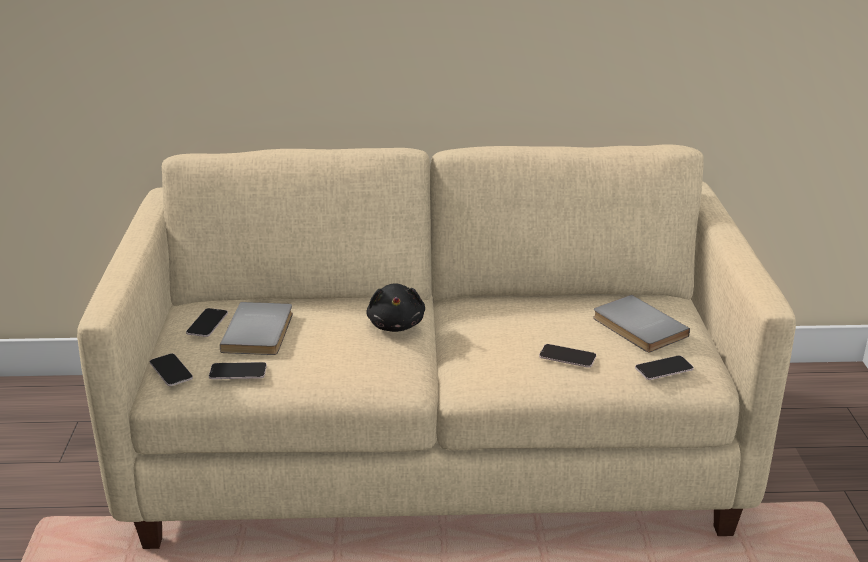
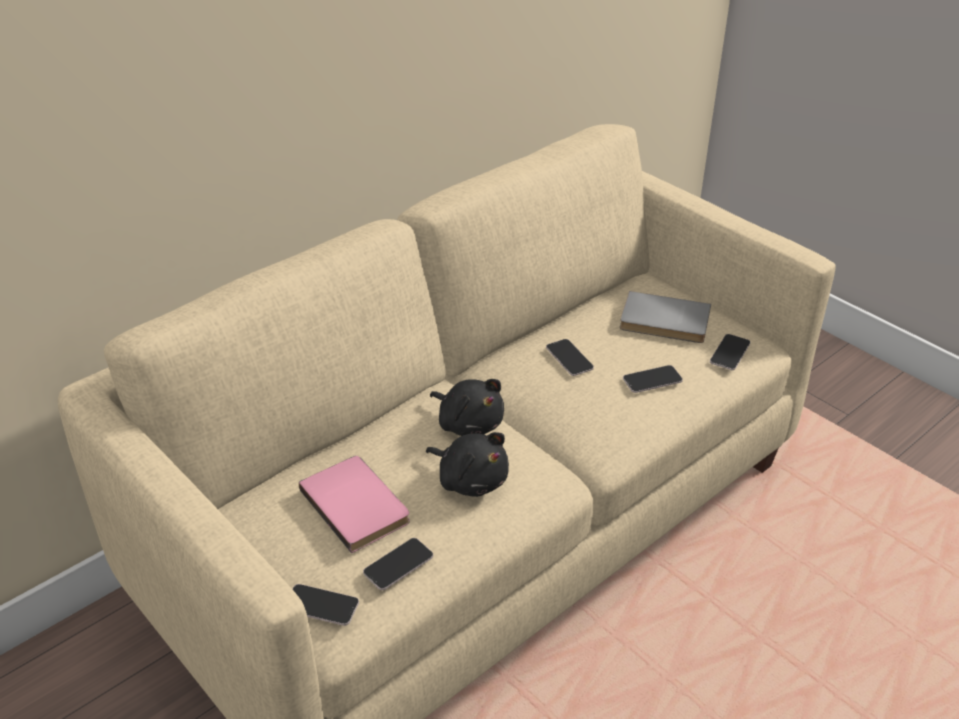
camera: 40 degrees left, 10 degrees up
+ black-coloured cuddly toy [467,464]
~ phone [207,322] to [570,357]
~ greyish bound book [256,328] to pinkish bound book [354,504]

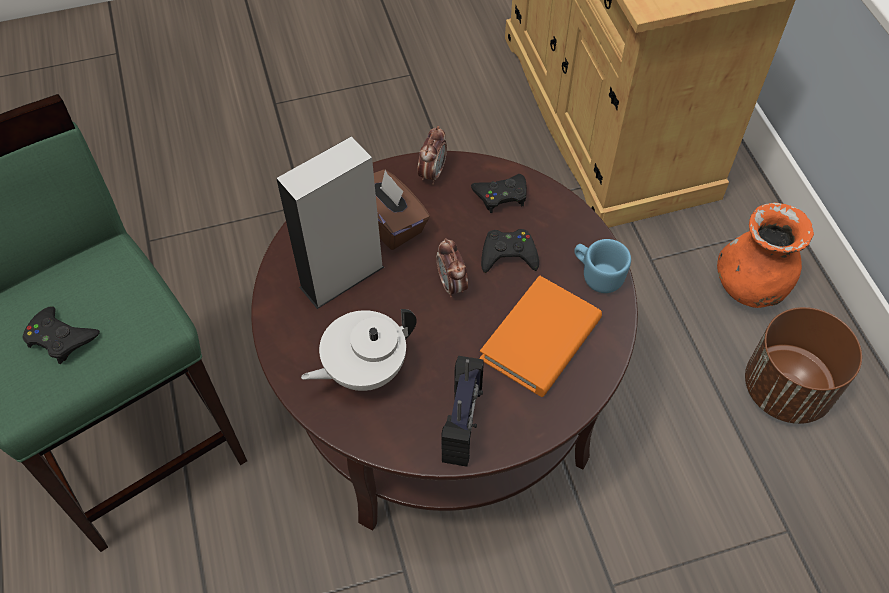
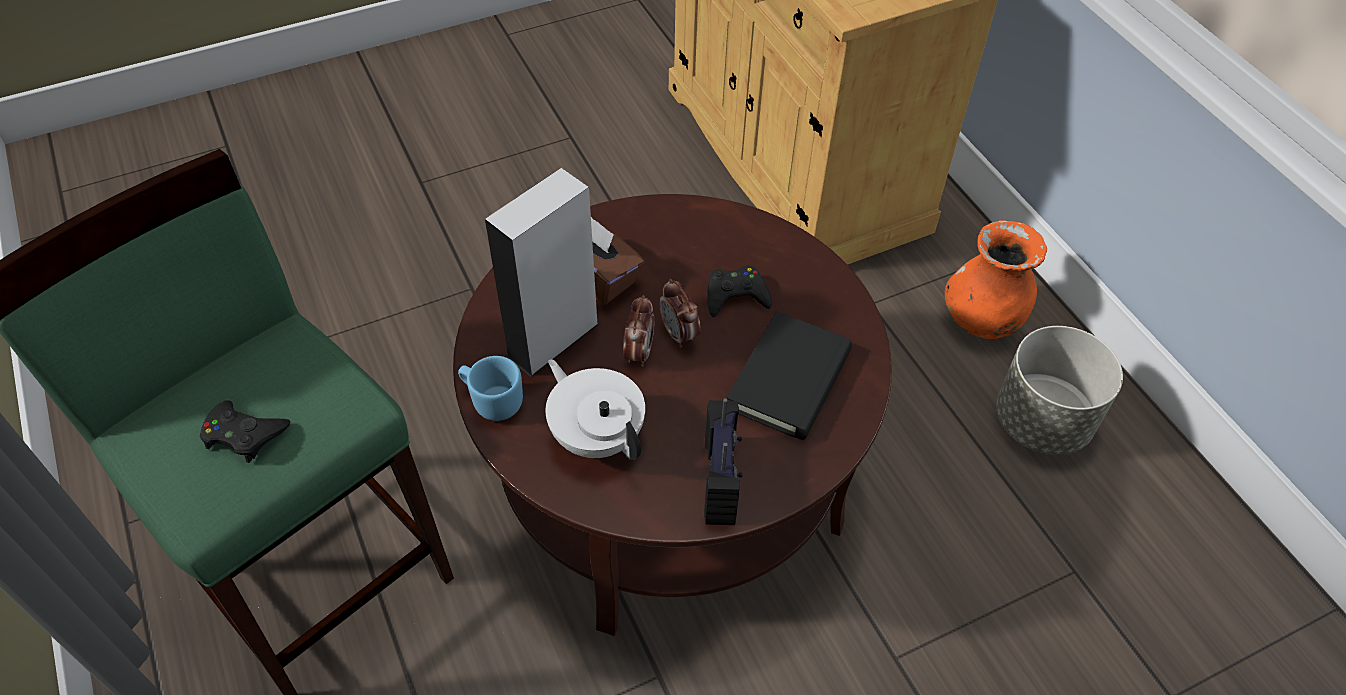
camera: 10 degrees left, 5 degrees down
- black-coloured game controller [499,193]
~ alarm clock [432,155] to [639,331]
~ blue mug [602,266] to [490,388]
~ orange bound book [540,336] to black-coloured bound book [789,375]
~ brownish plant pot [803,365] to greyish plant pot [1059,390]
~ whitish tea pot [359,350] = [595,409] 90 degrees clockwise

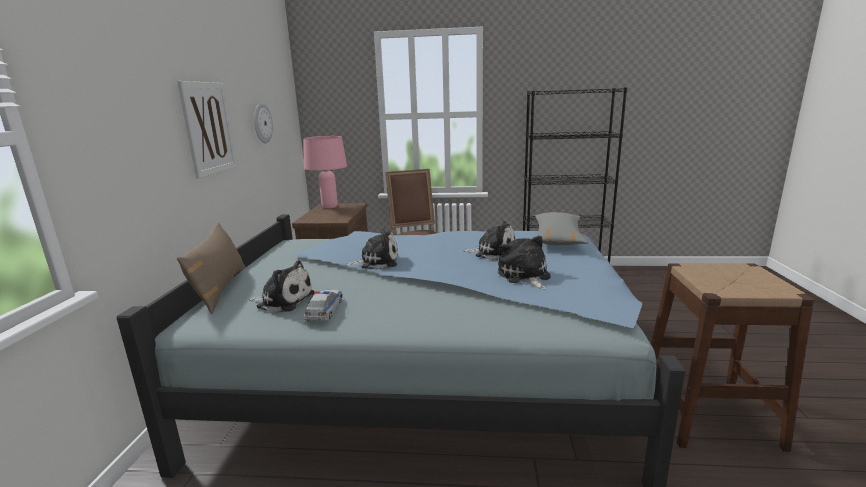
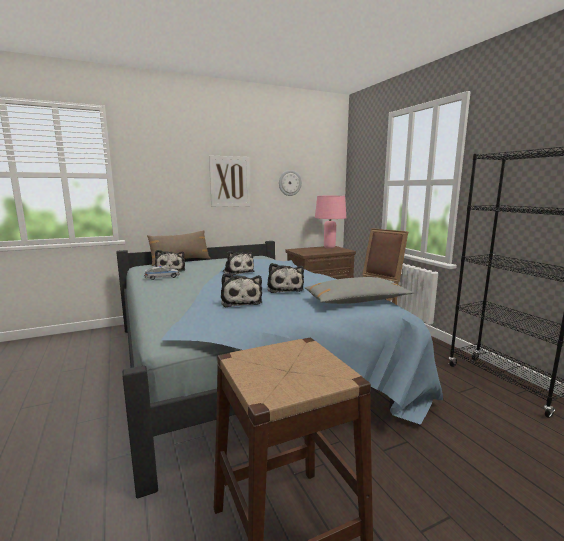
camera: 60 degrees right, 5 degrees down
~ cuddly toy [524,262] = [241,290] 120 degrees clockwise

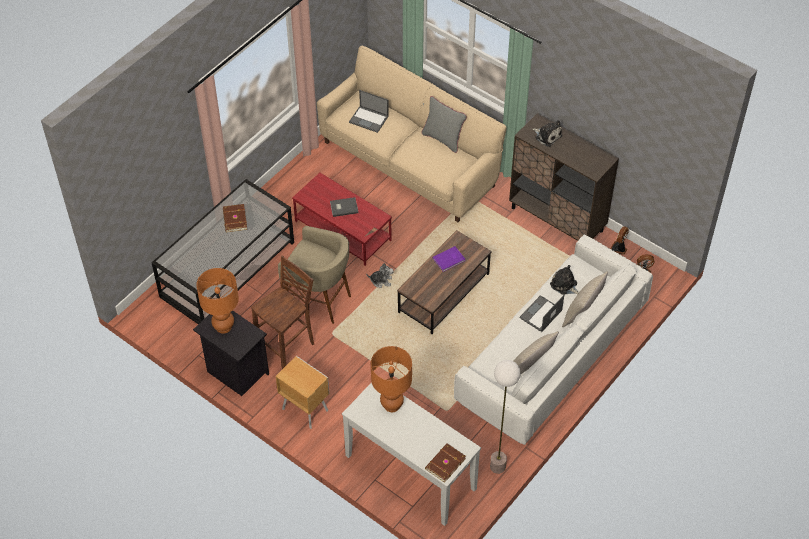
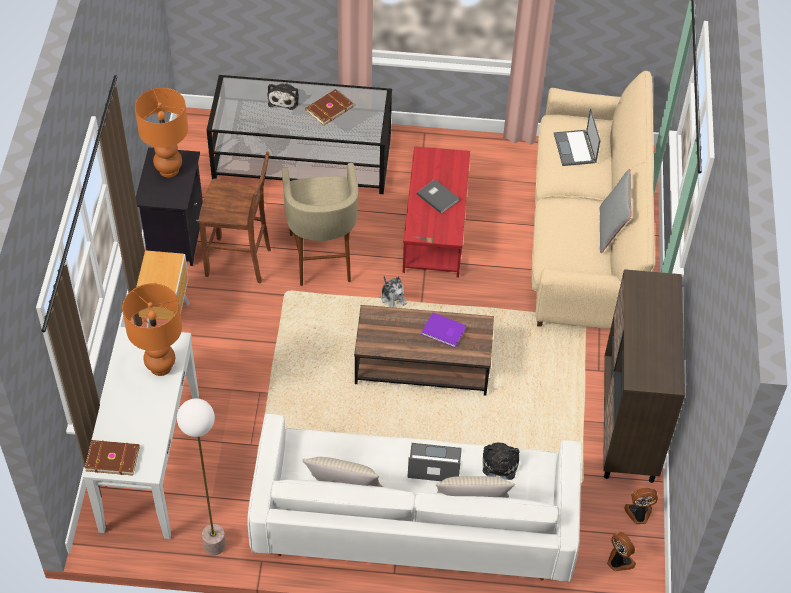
camera: 55 degrees right, 0 degrees up
~ cuddly toy [547,133] to [283,96]

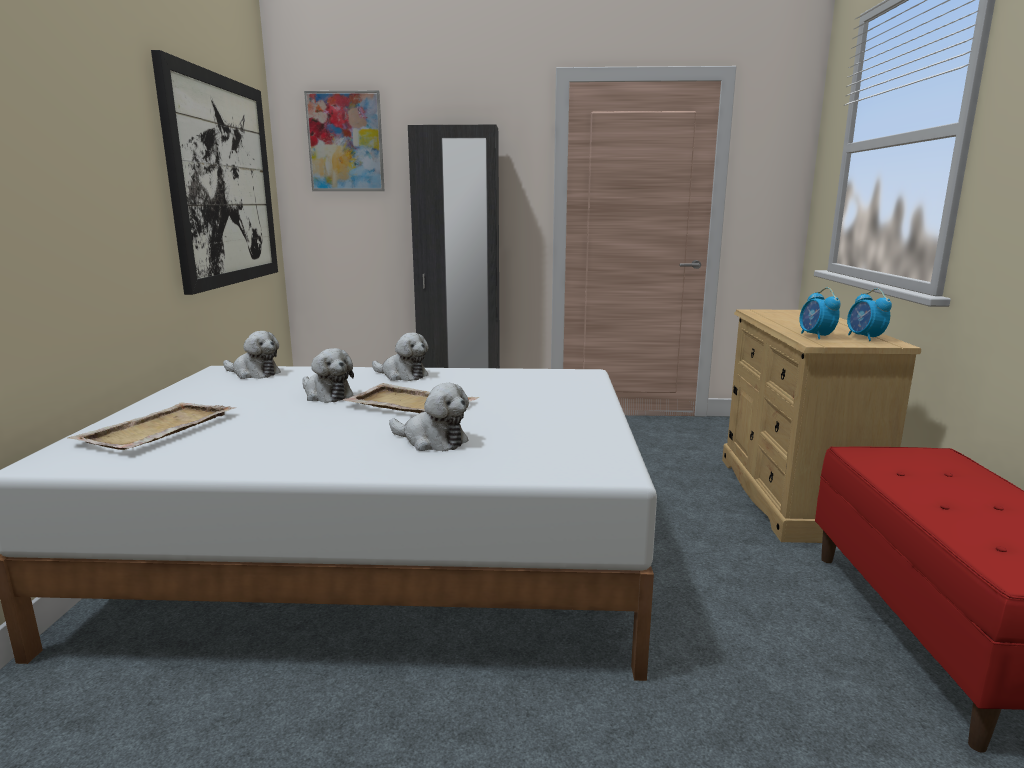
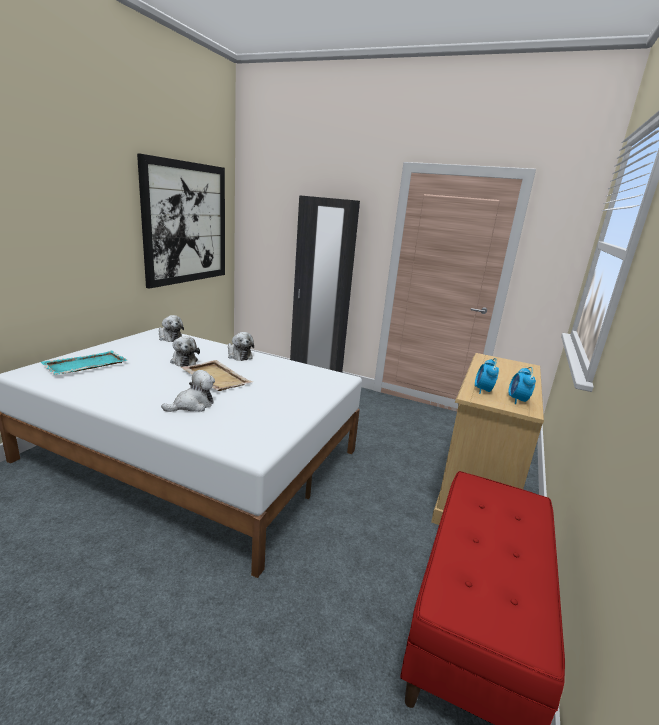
camera: 20 degrees right, 5 degrees up
- picture [344,140]
~ beige serving tray [152,426] to turquoise serving tray [84,363]
~ cuddly toy [429,417] = [188,391] 90 degrees counterclockwise

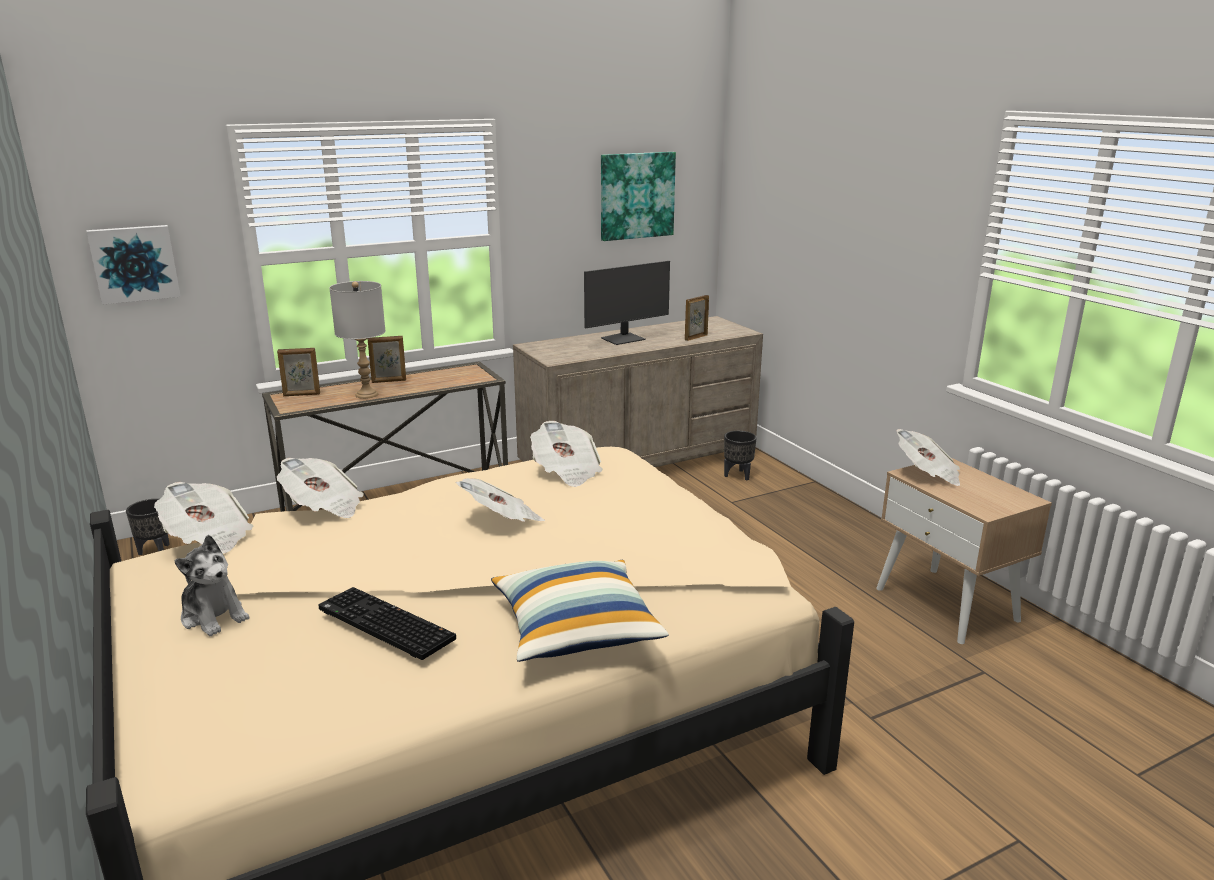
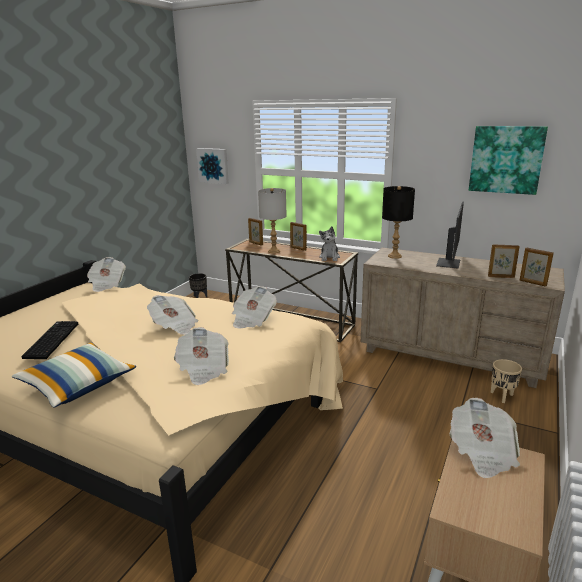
camera: 55 degrees right, 0 degrees up
+ black-coloured lamp for a table [398,222]
+ picture frame [536,267]
~ cuddly toy [211,585] to [329,243]
~ newspaper [320,488] to [201,356]
~ black-coloured plant pot [740,455] to beige plant pot [506,381]
~ computer display [627,303] = [450,235] 90 degrees counterclockwise

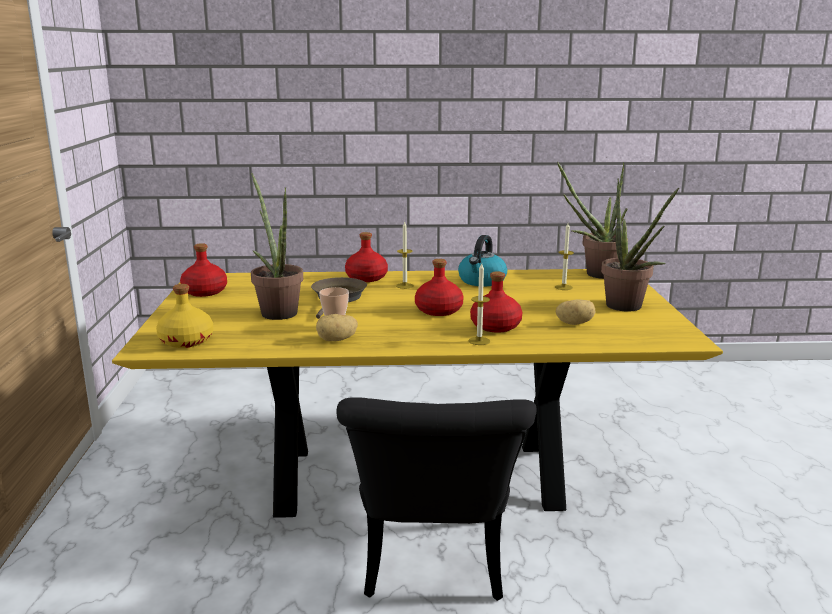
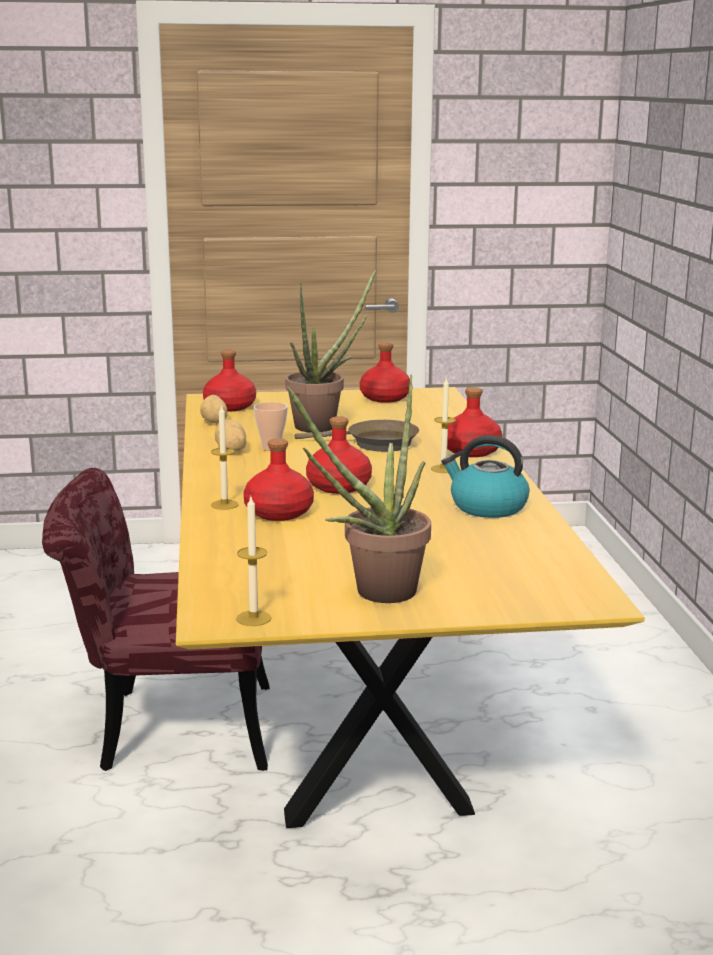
camera: 85 degrees right, 0 degrees up
- potted plant [592,220]
~ wax candle [564,256] to [253,561]
~ spud [575,312] to [213,409]
~ yellow drink bottle [184,316] to reddish drink bottle [229,380]
~ black-coloured plain chair [436,499] to reddish plain chair [156,619]

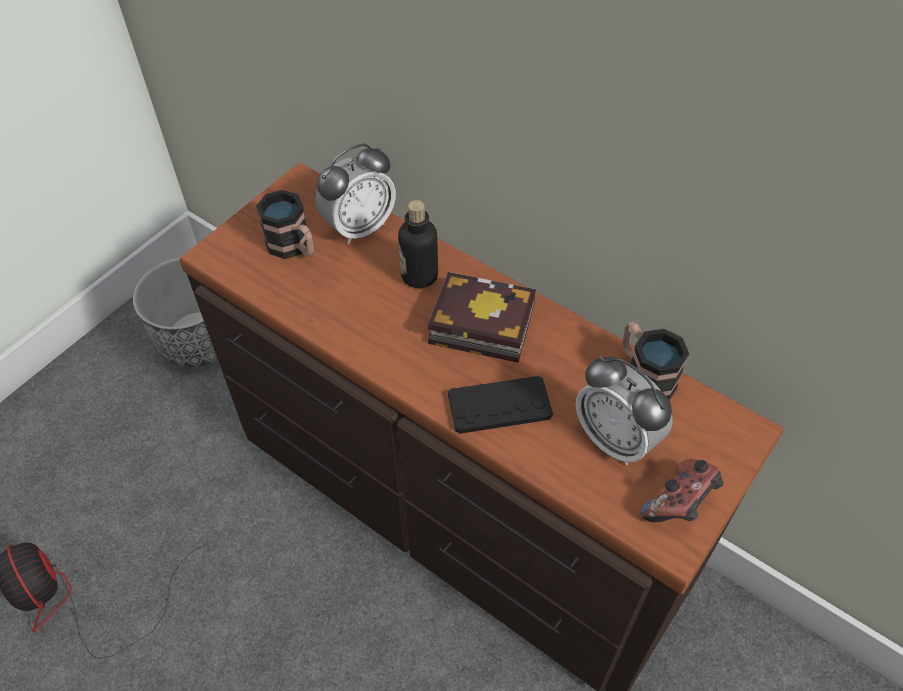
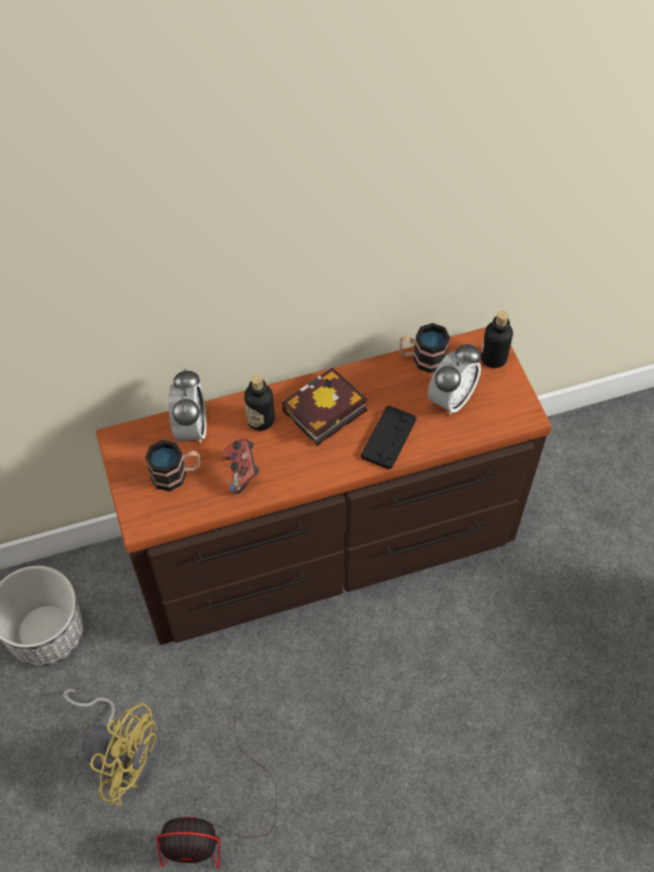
camera: 55 degrees left, 5 degrees up
+ yellow fan [110,748]
+ drink bottle [497,339]
~ game controller [681,490] to [241,467]
~ alarm clock [624,410] = [454,379] 45 degrees counterclockwise

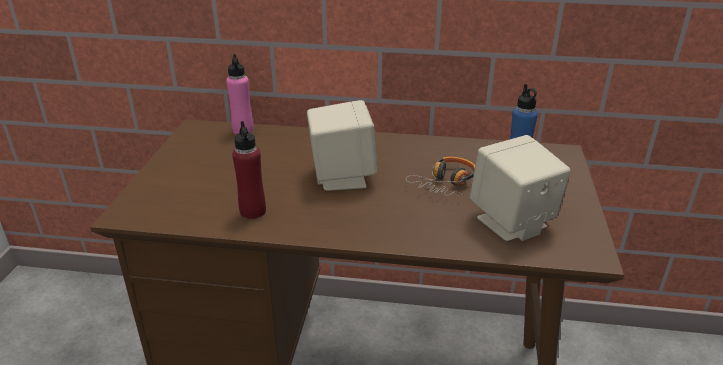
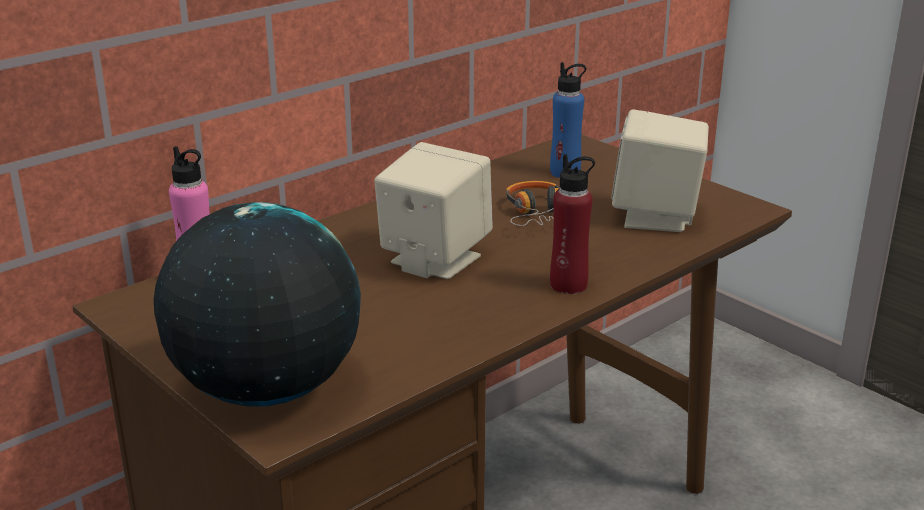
camera: 50 degrees left, 5 degrees down
+ desk globe [257,304]
~ reddish drink bottle [249,170] to [572,224]

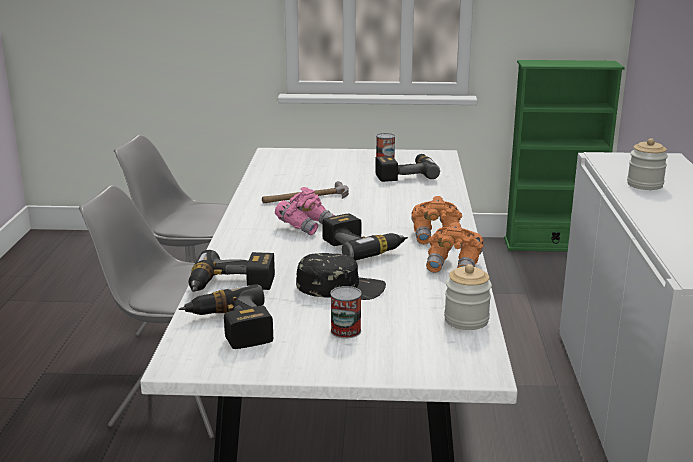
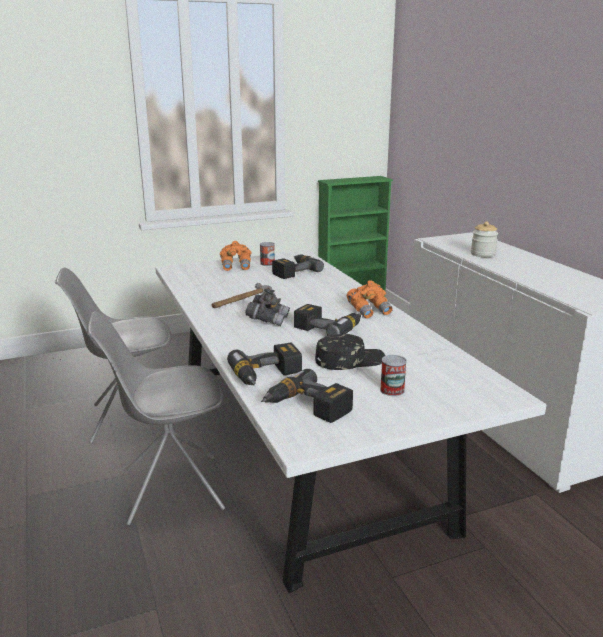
camera: 25 degrees left, 0 degrees up
- preserve jar [468,297]
~ orange pair of binoculars [455,247] to [236,256]
~ pinkish pair of binoculars [305,211] to greyish pair of binoculars [267,307]

